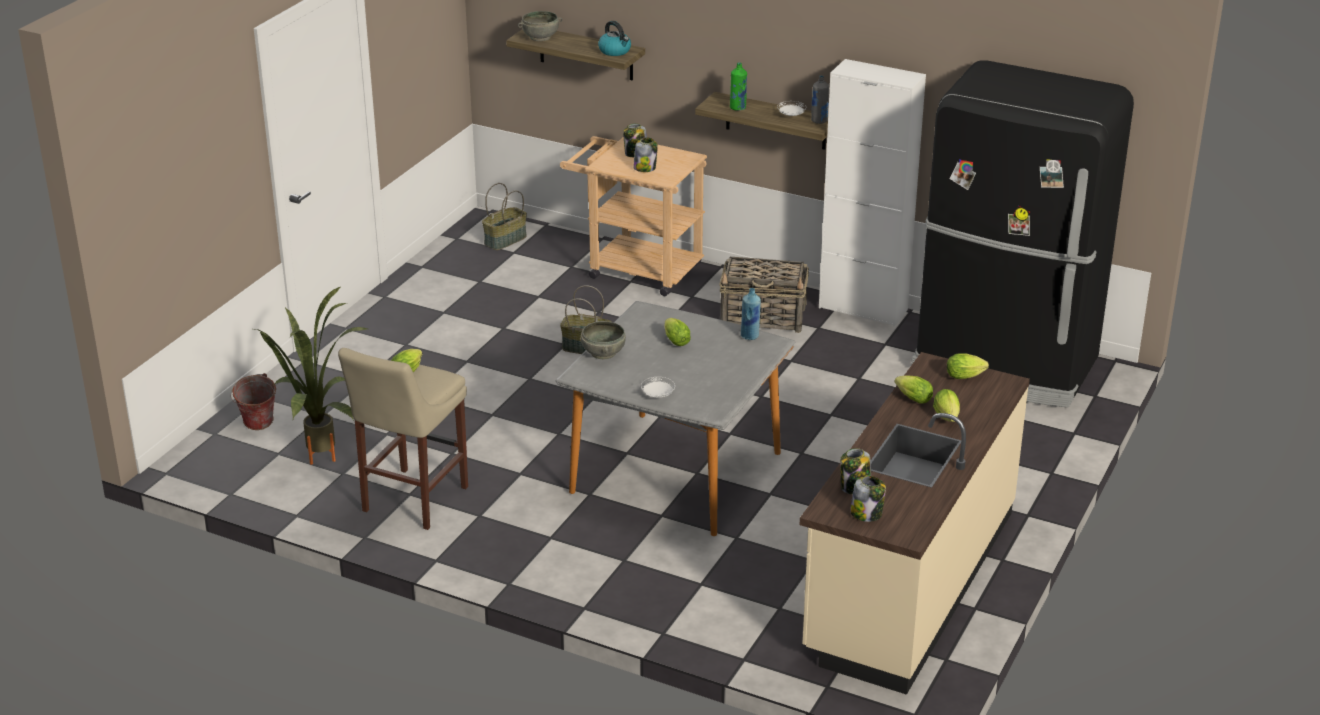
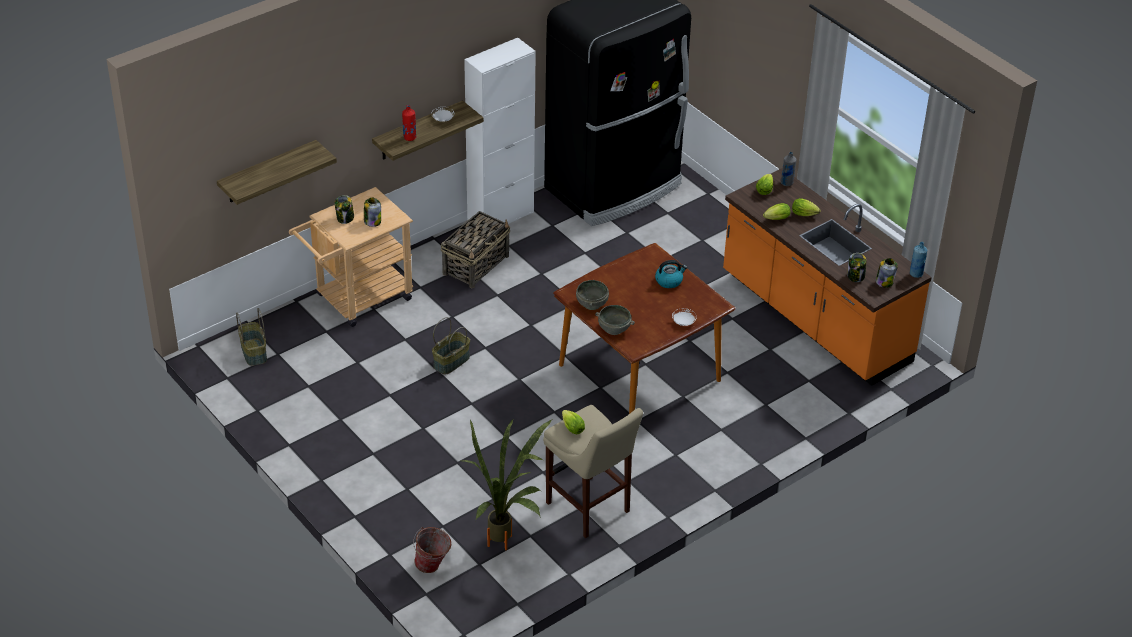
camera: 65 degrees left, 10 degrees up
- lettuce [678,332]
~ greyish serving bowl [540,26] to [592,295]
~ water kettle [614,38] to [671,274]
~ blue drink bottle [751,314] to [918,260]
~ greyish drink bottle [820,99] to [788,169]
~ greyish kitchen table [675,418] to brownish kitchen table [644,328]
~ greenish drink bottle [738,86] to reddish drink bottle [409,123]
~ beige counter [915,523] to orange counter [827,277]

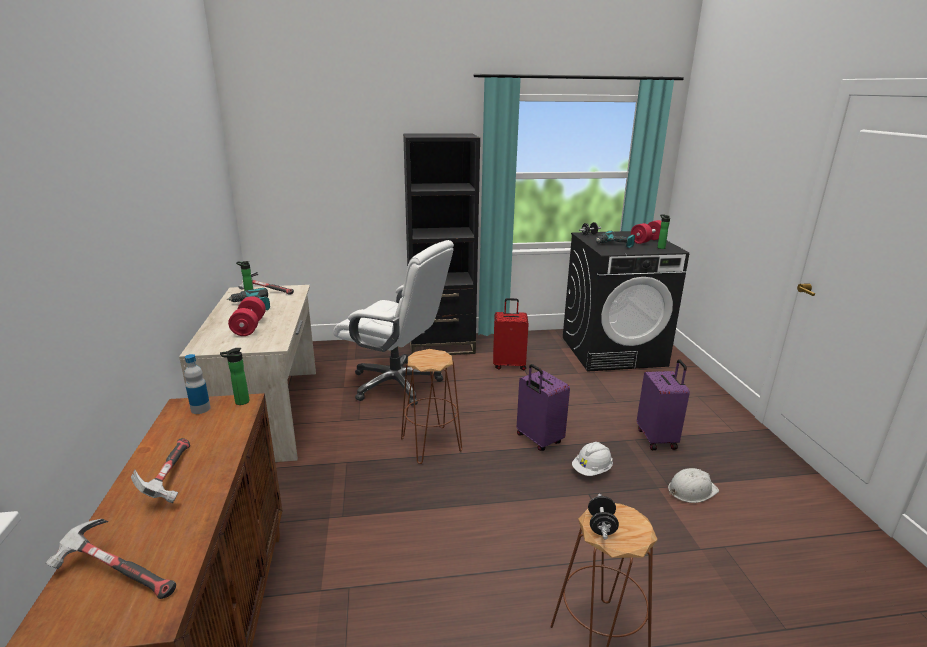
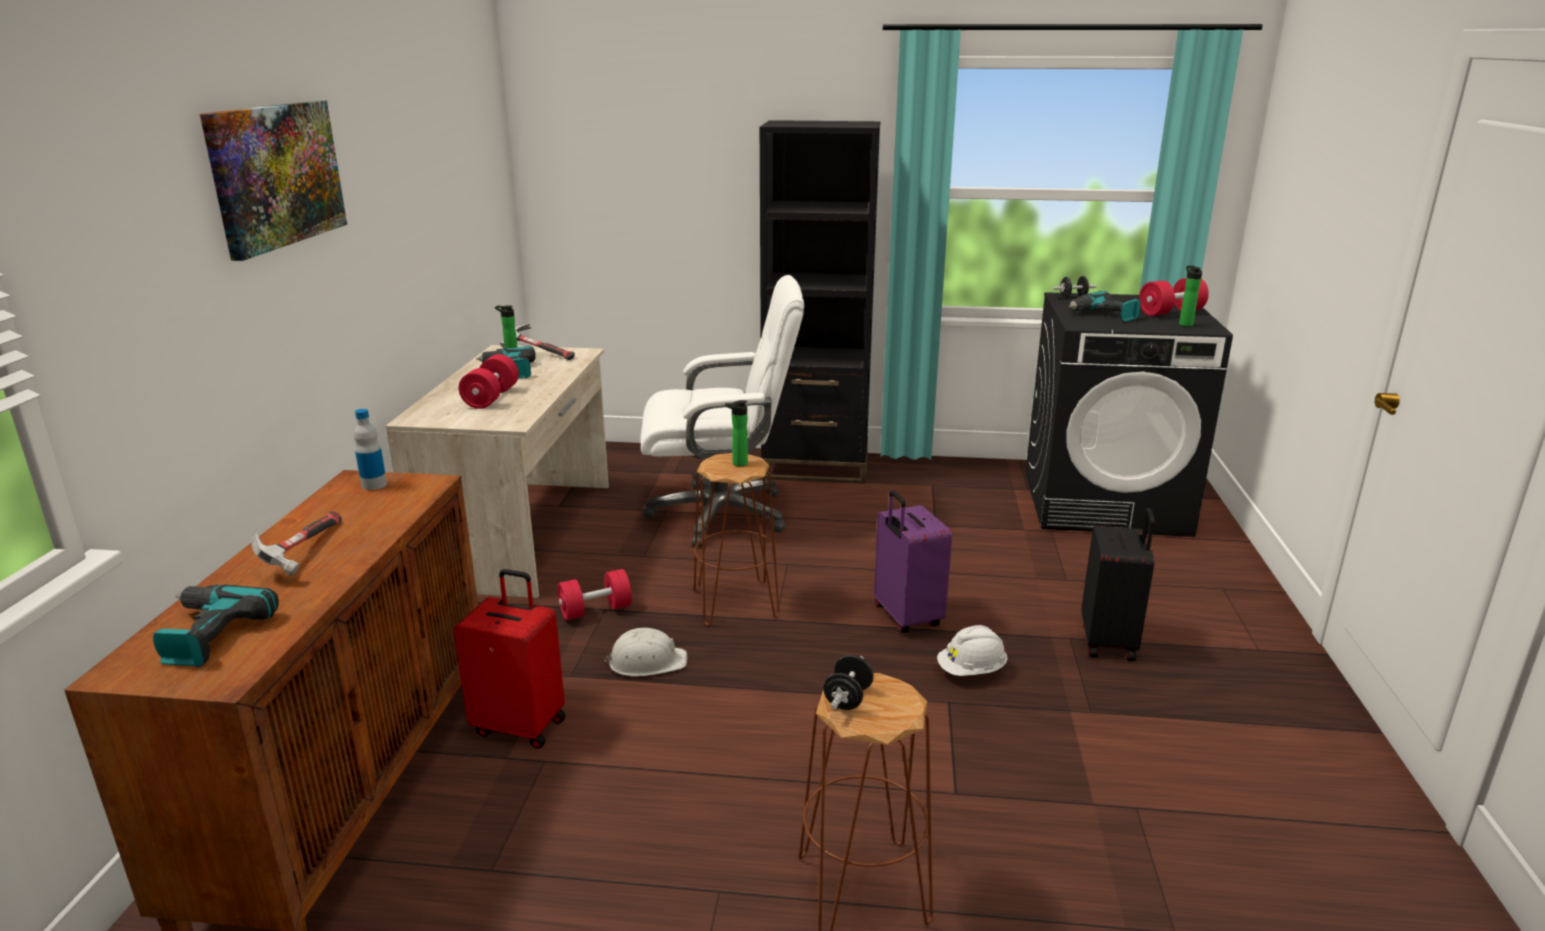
camera: 15 degrees right, 0 degrees up
+ picture [273,180]
+ reddish hand weight [595,594]
~ drink bottle [234,376] to [736,433]
~ reddish suitcase [511,334] to [510,659]
~ whitish hard hat [693,485] to [645,652]
~ hand hammer [111,559] to drill [216,626]
~ purple suitcase [663,404] to black-coloured suitcase [1118,585]
~ whitish desk chair [393,323] = [722,411] 45 degrees counterclockwise

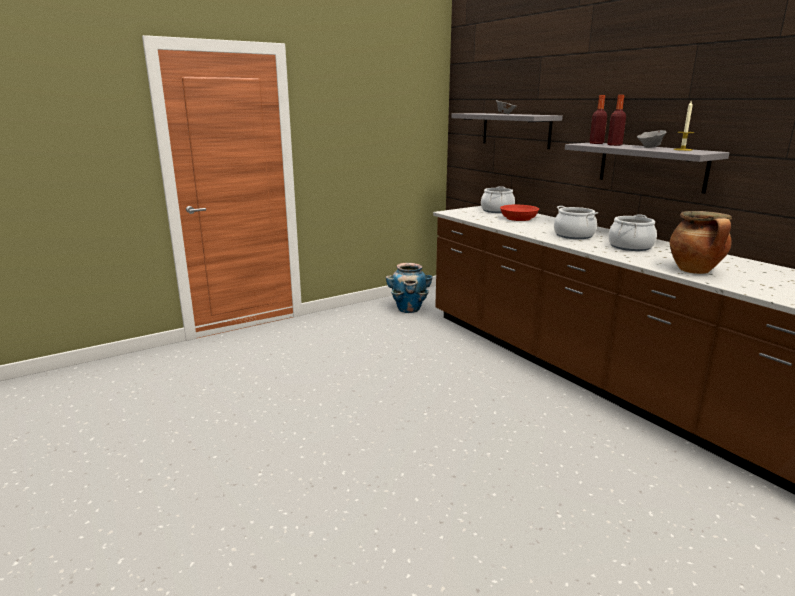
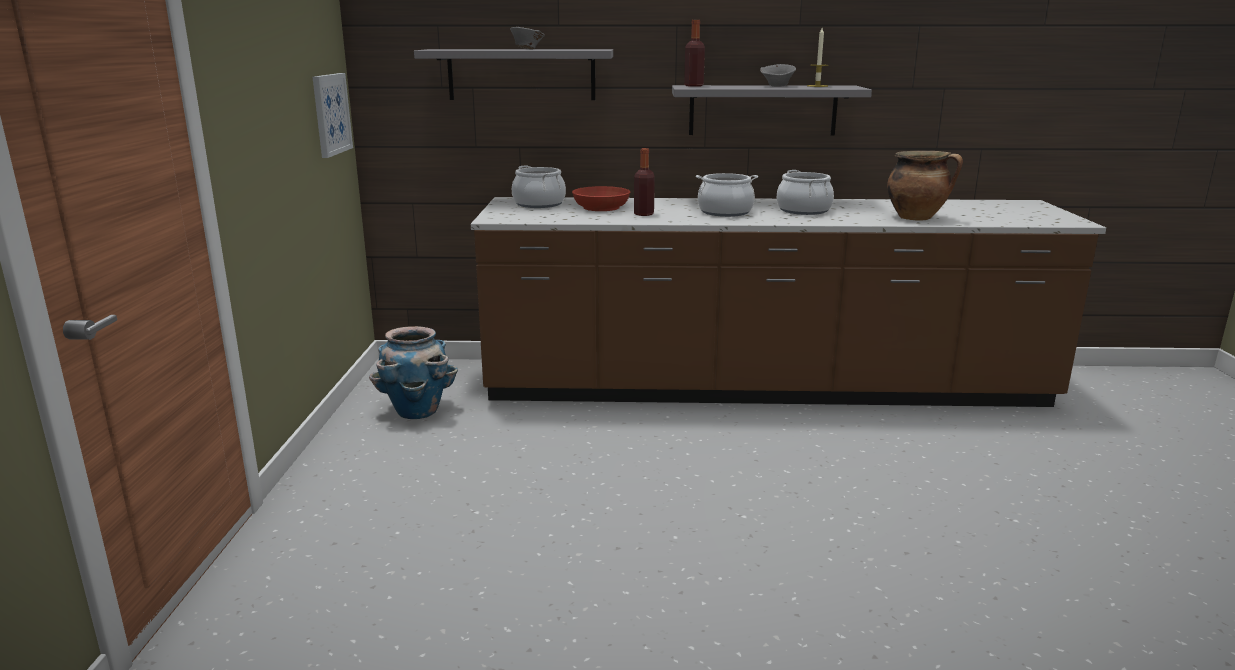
camera: 55 degrees left, 0 degrees up
+ picture [333,115]
~ drink bottle [616,120] to [644,182]

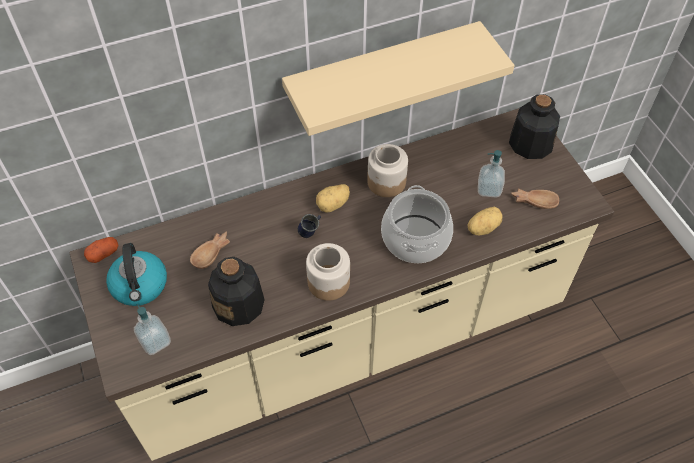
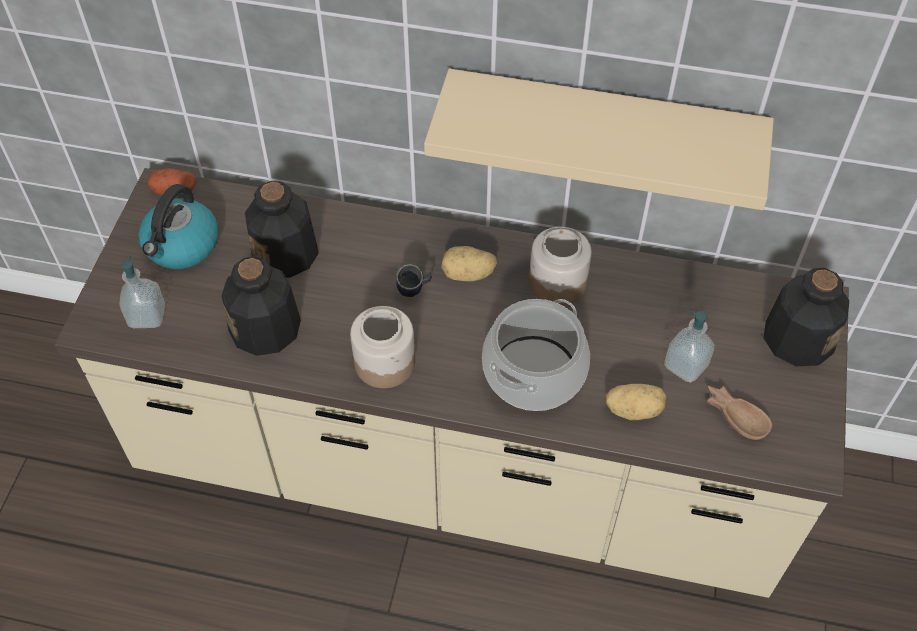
camera: 35 degrees right, 0 degrees up
~ brownish serving bowl [210,250] to drink bottle [282,229]

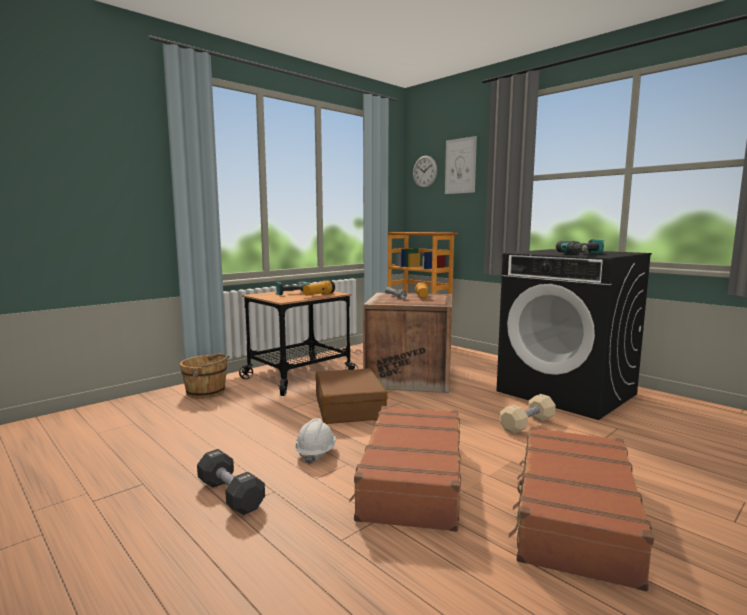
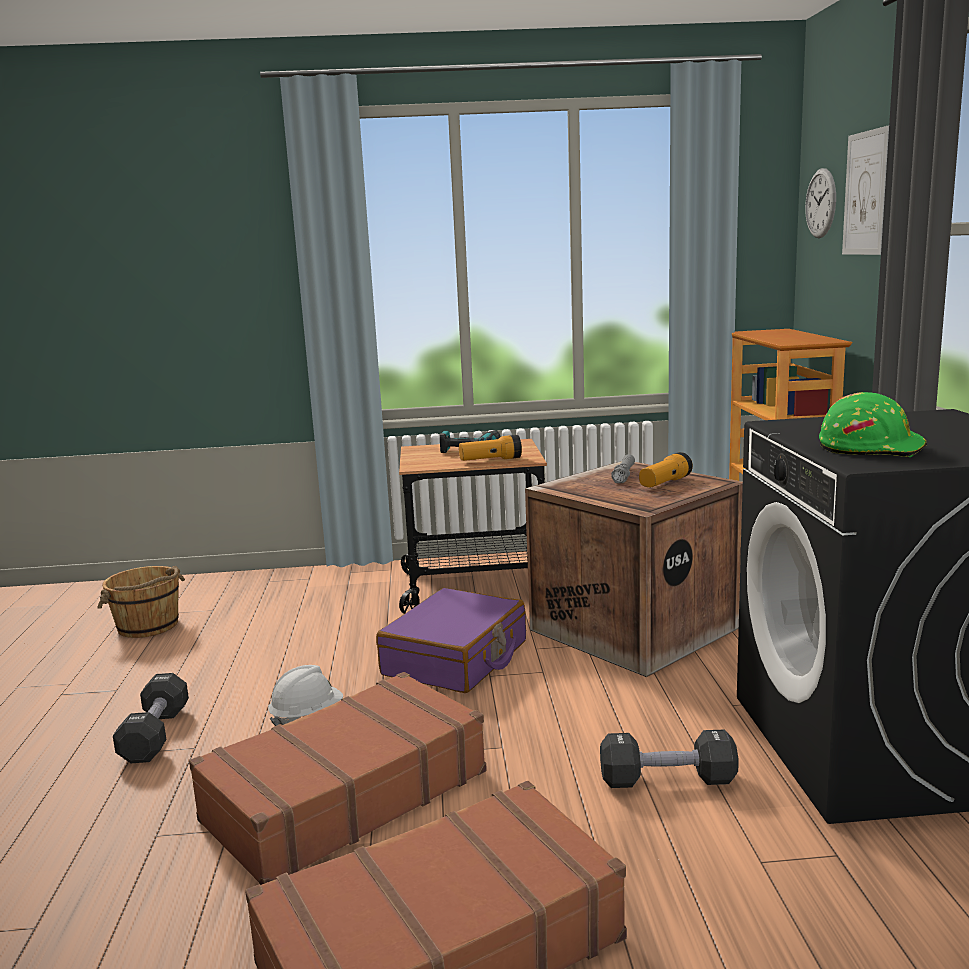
camera: 40 degrees right, 5 degrees up
~ brownish bucket [205,376] to [141,602]
~ drill [580,246] to greenish hard hat [873,424]
~ brownish suitcase [351,396] to purple suitcase [451,640]
~ beige hand weight [528,414] to black-coloured hand weight [669,759]

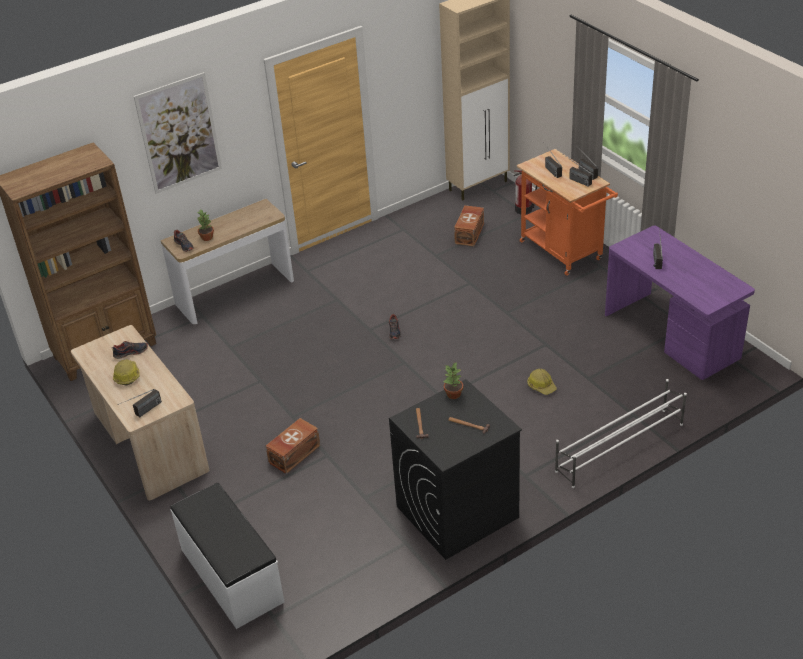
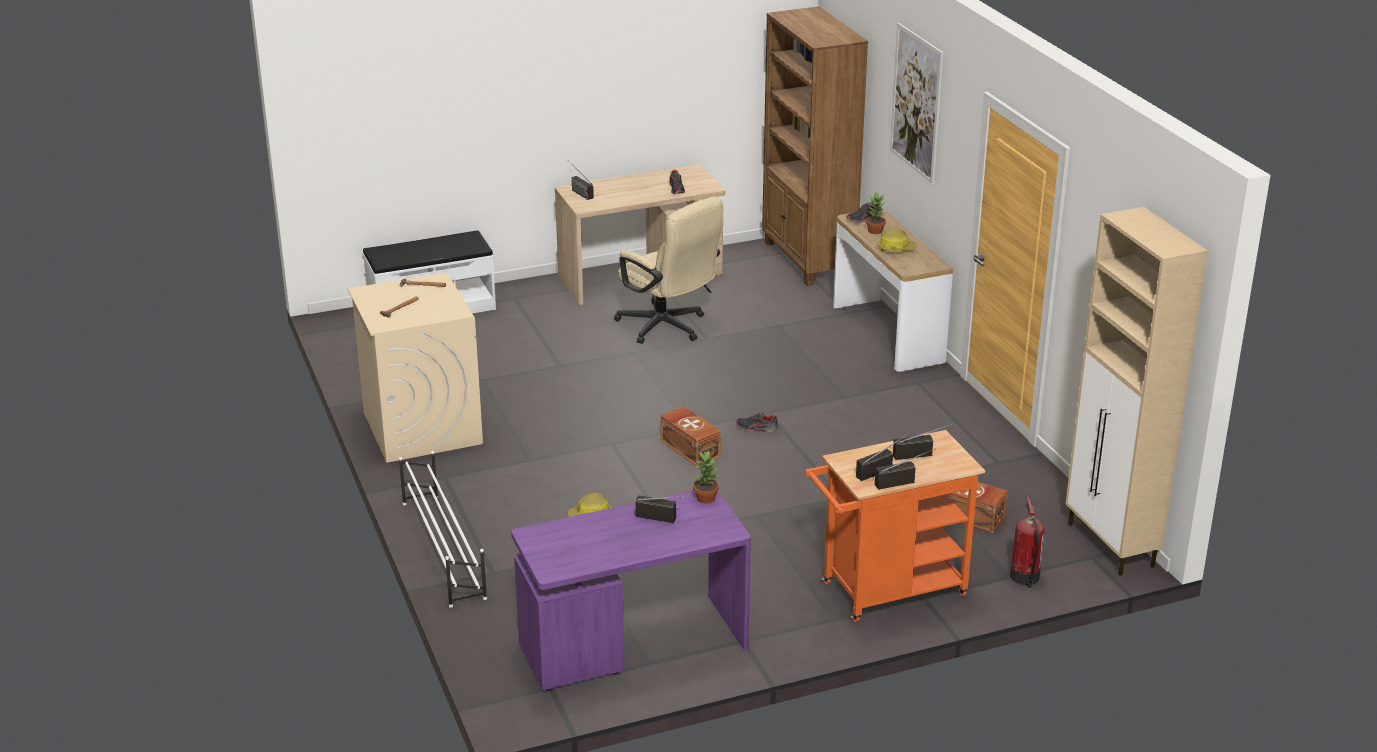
camera: 100 degrees right, 10 degrees down
+ beige desk chair [668,270]
~ hard hat [126,372] to [897,240]
~ brownish storage box [293,446] to [690,436]
~ potted plant [453,380] to [706,477]
~ black-coloured washing machine [455,469] to beige washing machine [415,367]

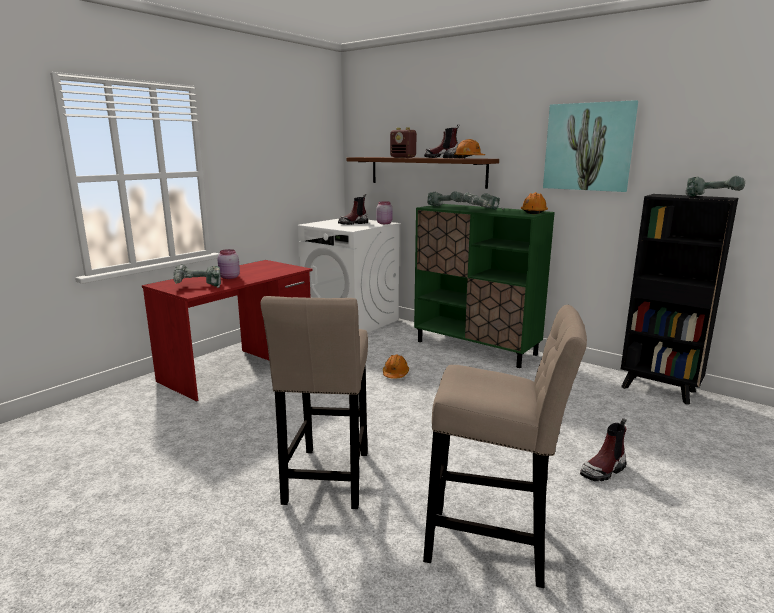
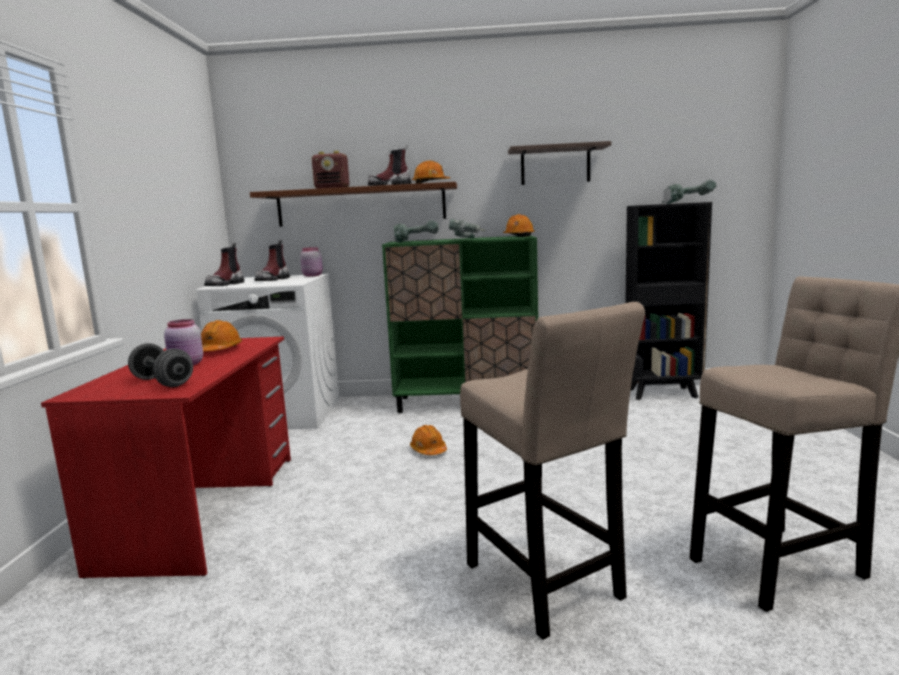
camera: 35 degrees left, 5 degrees down
+ orange hard hat [221,335]
~ tall boot [603,449] to [224,264]
~ drill [197,276] to greyish hand weight [160,365]
~ picture [590,146] to wall shelf [559,163]

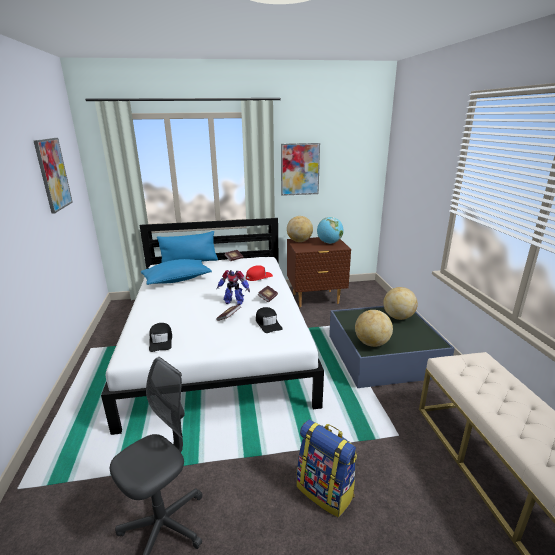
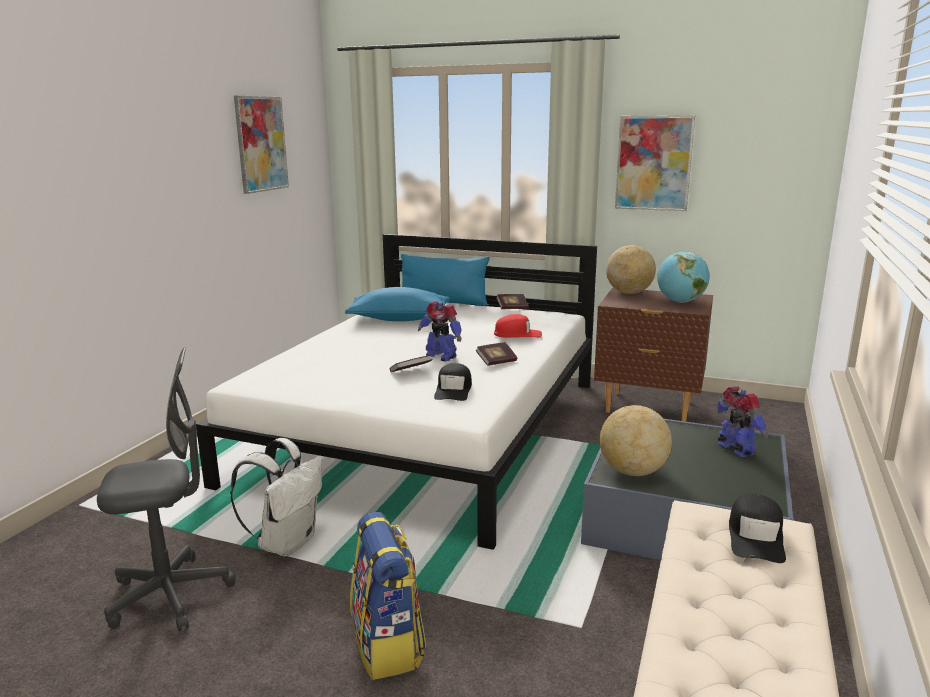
camera: 30 degrees right, 5 degrees down
+ whitish rucksack [276,497]
~ black-coloured peaked cap [160,337] to [757,528]
~ desk globe [400,303] to robot figure [742,421]

